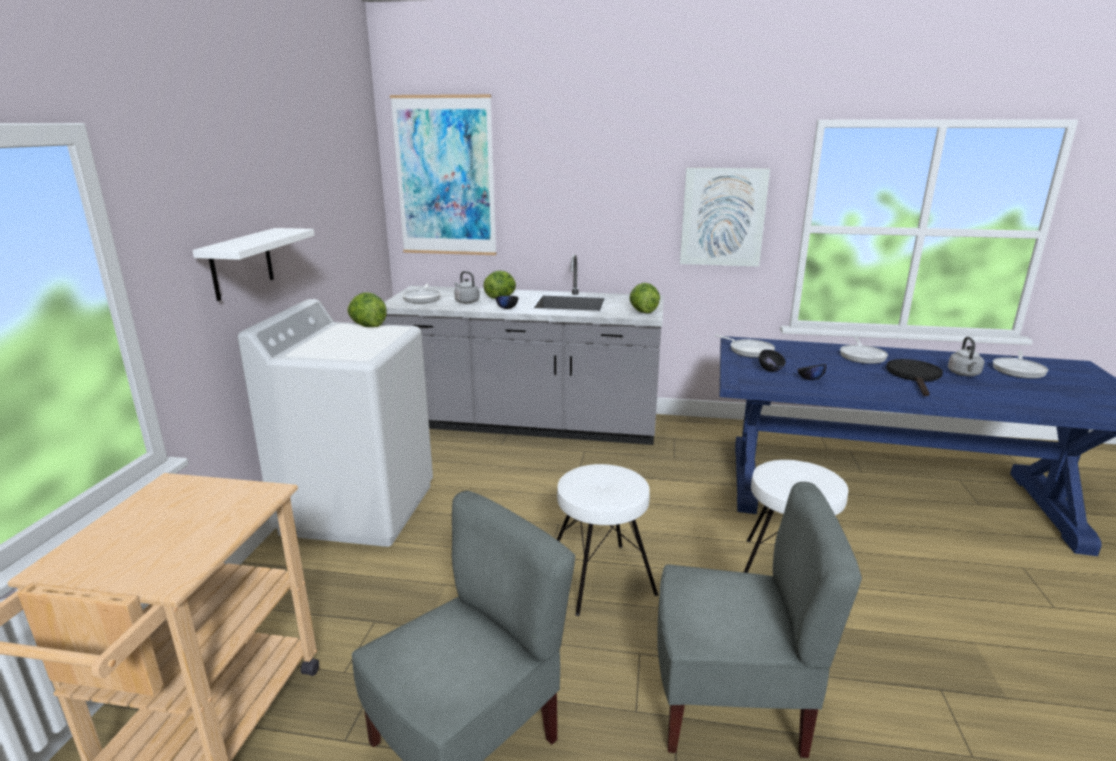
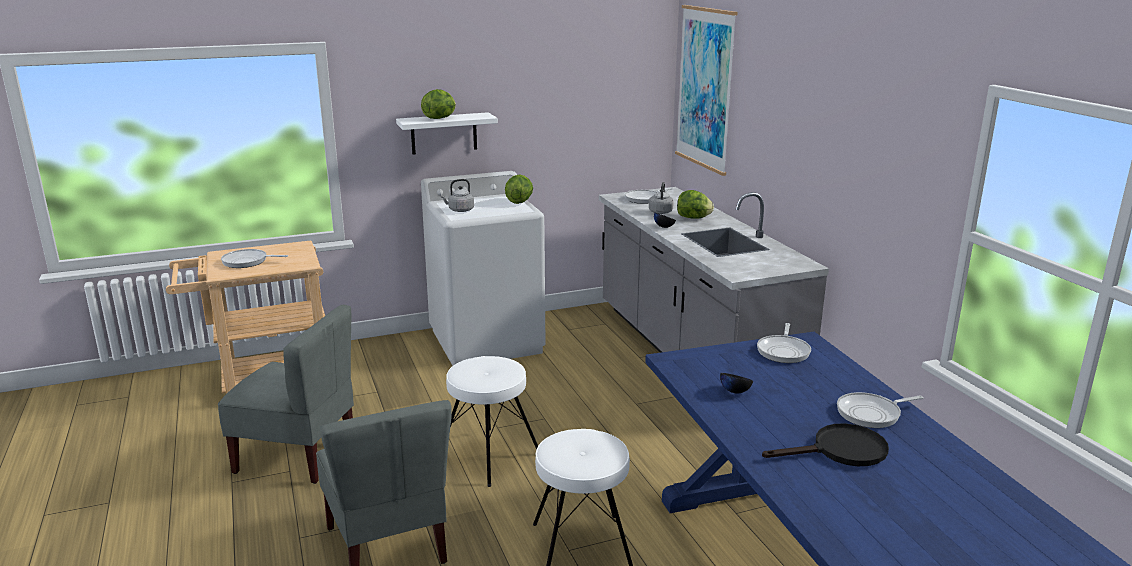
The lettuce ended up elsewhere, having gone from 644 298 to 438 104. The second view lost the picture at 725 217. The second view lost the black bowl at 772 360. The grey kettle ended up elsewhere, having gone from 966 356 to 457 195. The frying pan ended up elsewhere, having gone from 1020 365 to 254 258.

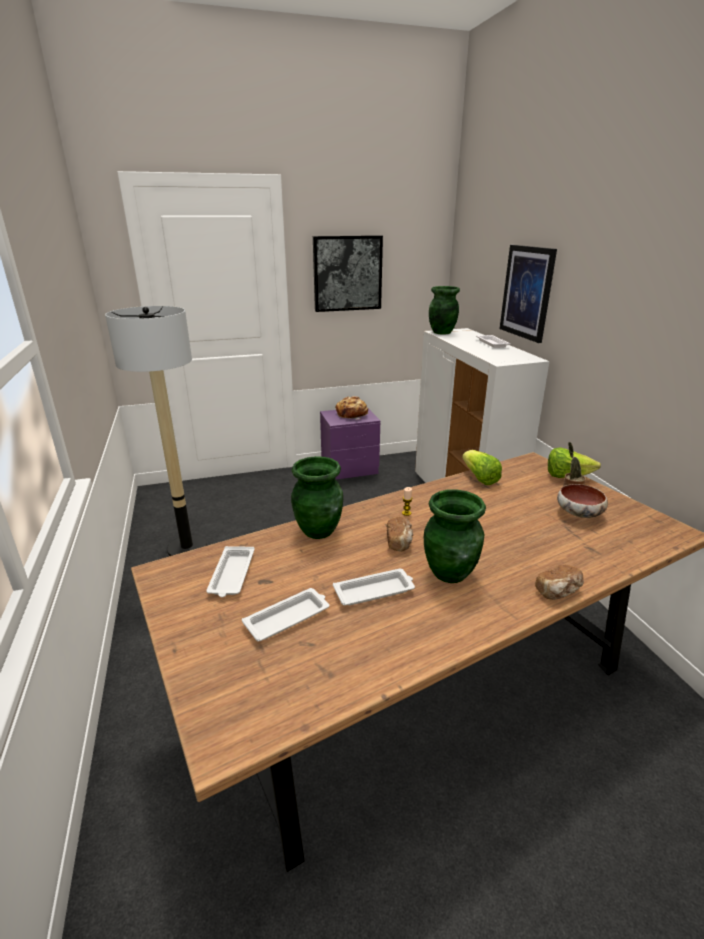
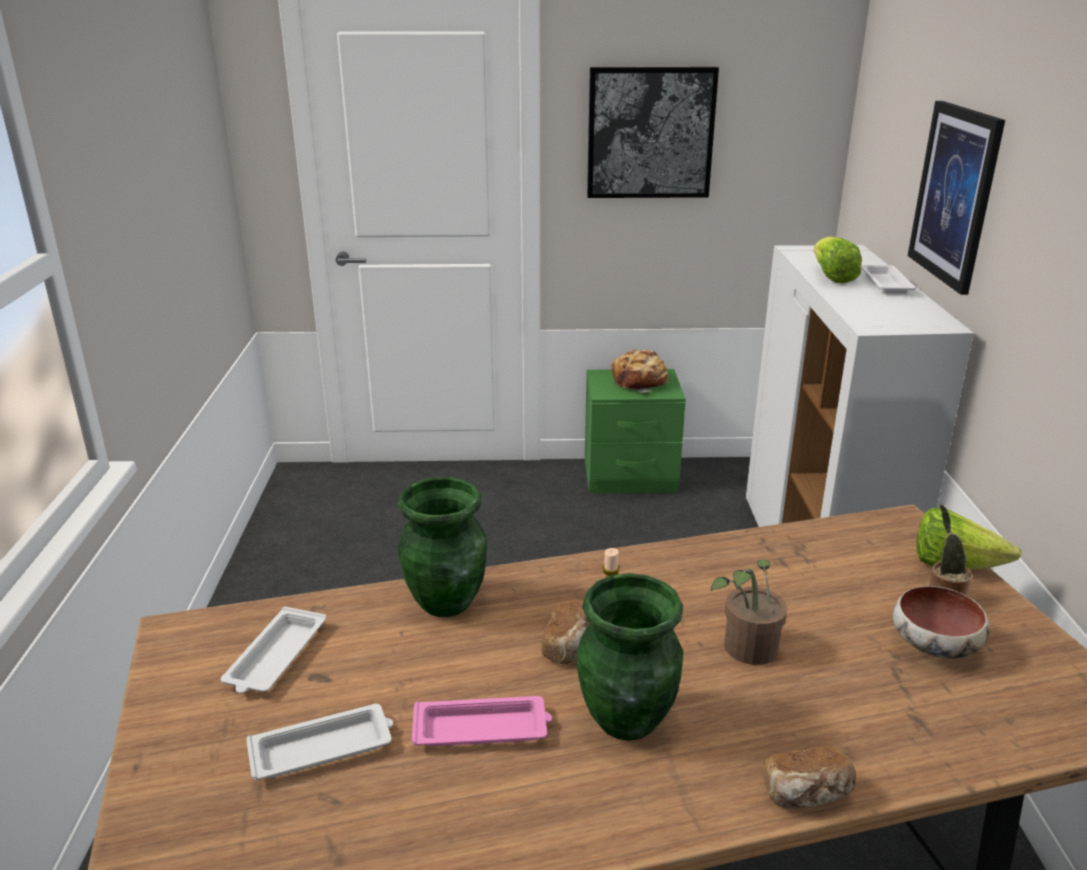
The second view lost the floor lamp at 156 431. What was the purple nightstand at 350 444 turned into the green nightstand at 635 431. What was the white tray at 374 587 turned into the pink tray at 482 721. The second view lost the green vase at 444 310. The lettuce ended up elsewhere, having gone from 482 467 to 838 260. The second view gained the potted plant at 749 612.

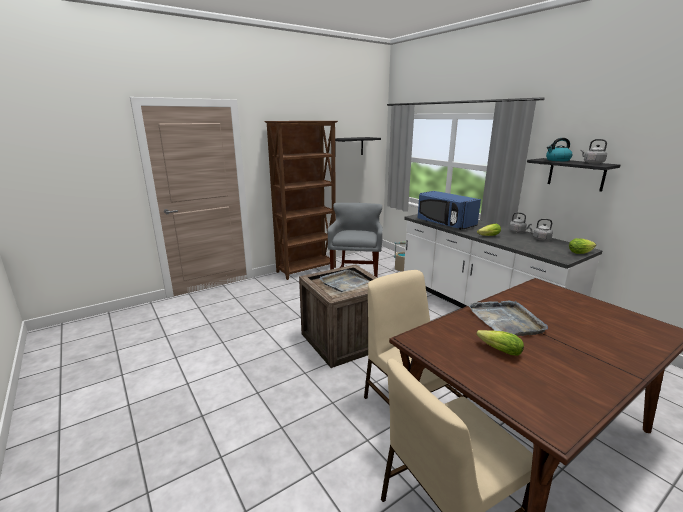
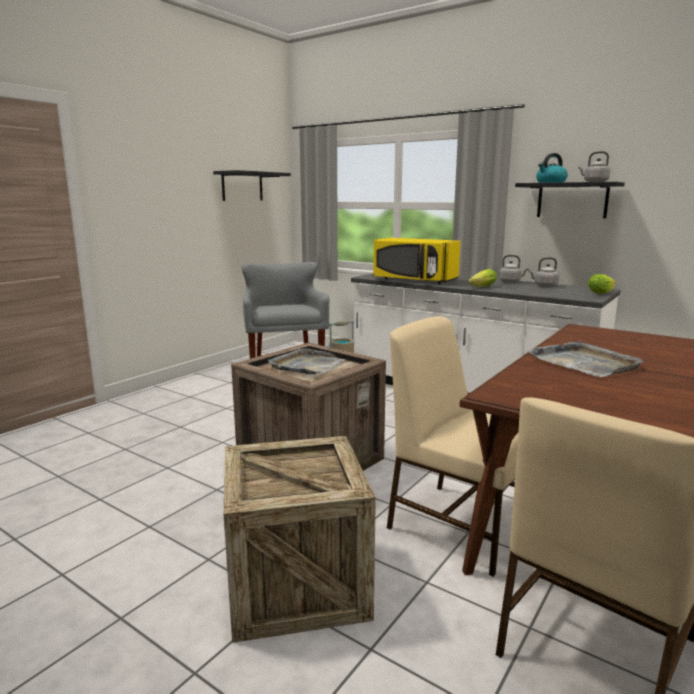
The second view lost the brown bookcase at 301 200. What was the blue microwave at 449 210 turned into the yellow microwave at 417 261. The second view lost the lettuce at 500 343. The second view gained the crate at 299 539.

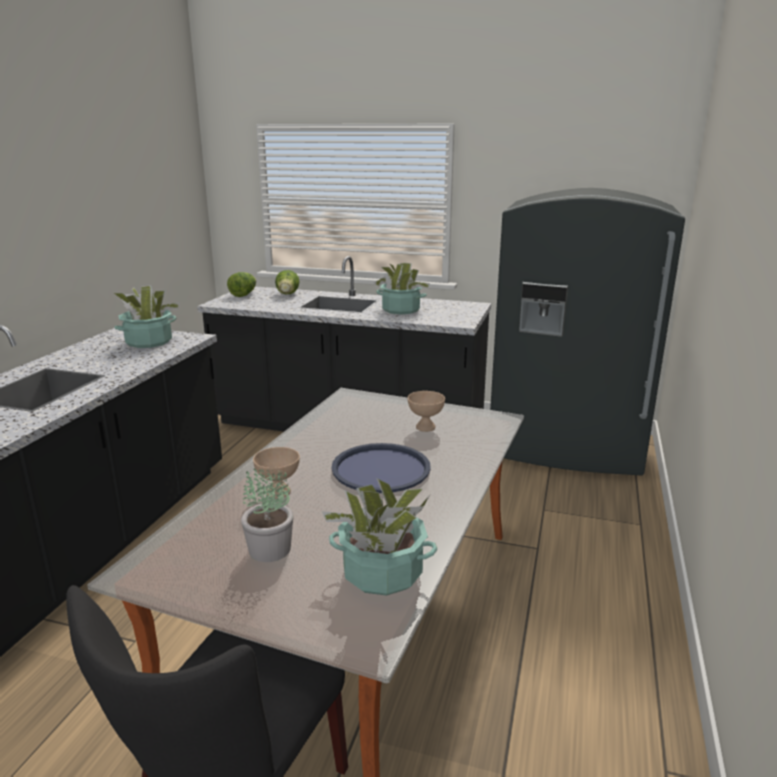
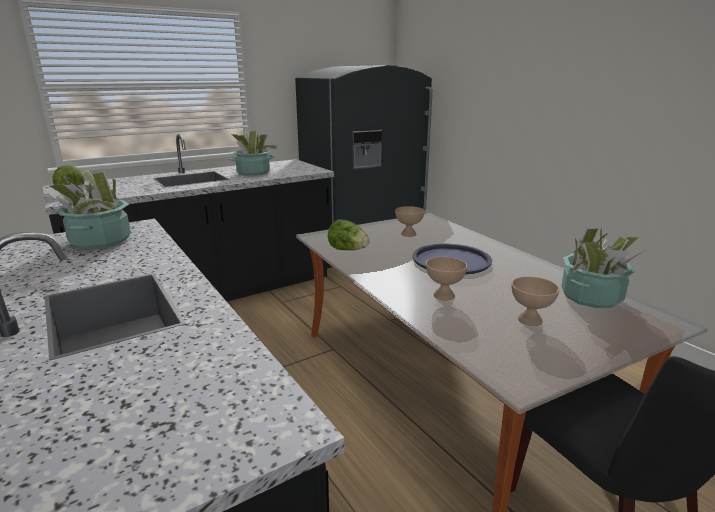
Where the potted plant stood at 267 515, the beige bowl came to stand at 535 301. The lettuce ended up elsewhere, having gone from 287 282 to 349 234.

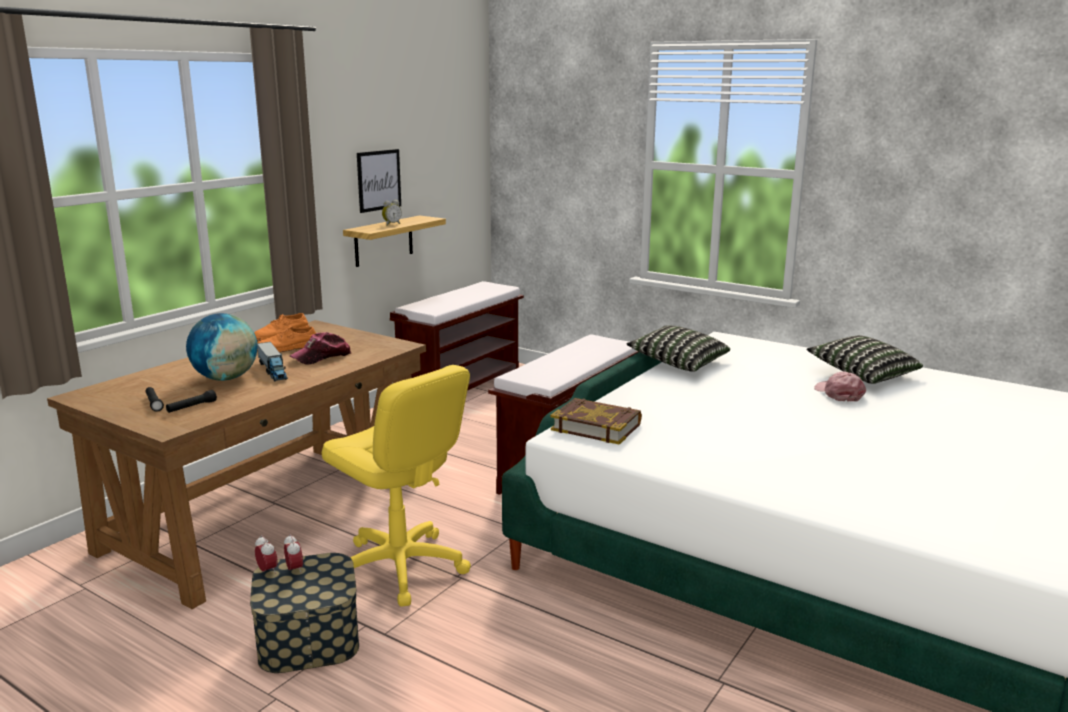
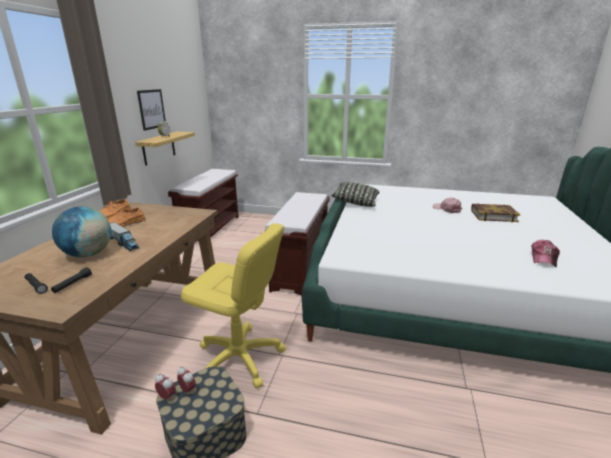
The cap ended up elsewhere, having gone from 321 348 to 545 253. The book ended up elsewhere, having gone from 596 421 to 496 212. The second view lost the pillow at 864 359.

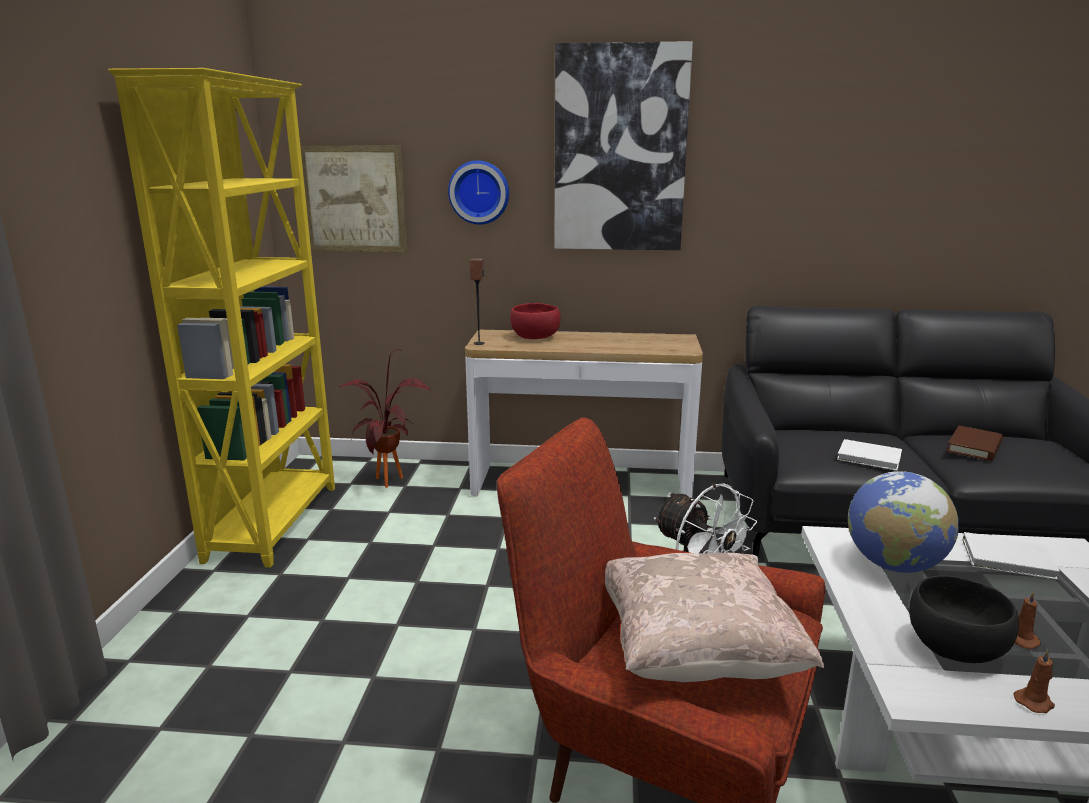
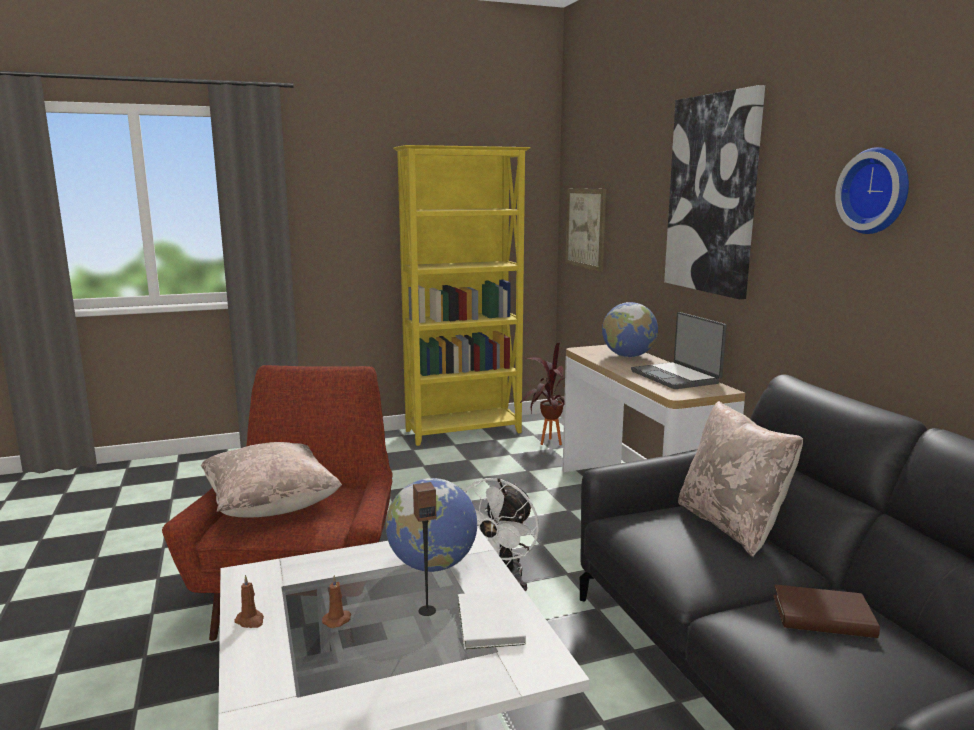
The wall clock ended up elsewhere, having gone from 478 192 to 872 190. The speaker ended up elsewhere, having gone from 477 301 to 424 549. Where the red bowl stood at 535 321, the globe came to stand at 630 329. The second view lost the white book at 869 455. The second view lost the black bowl at 964 619. The second view gained the laptop at 679 350. The second view gained the beige pillow at 740 479.

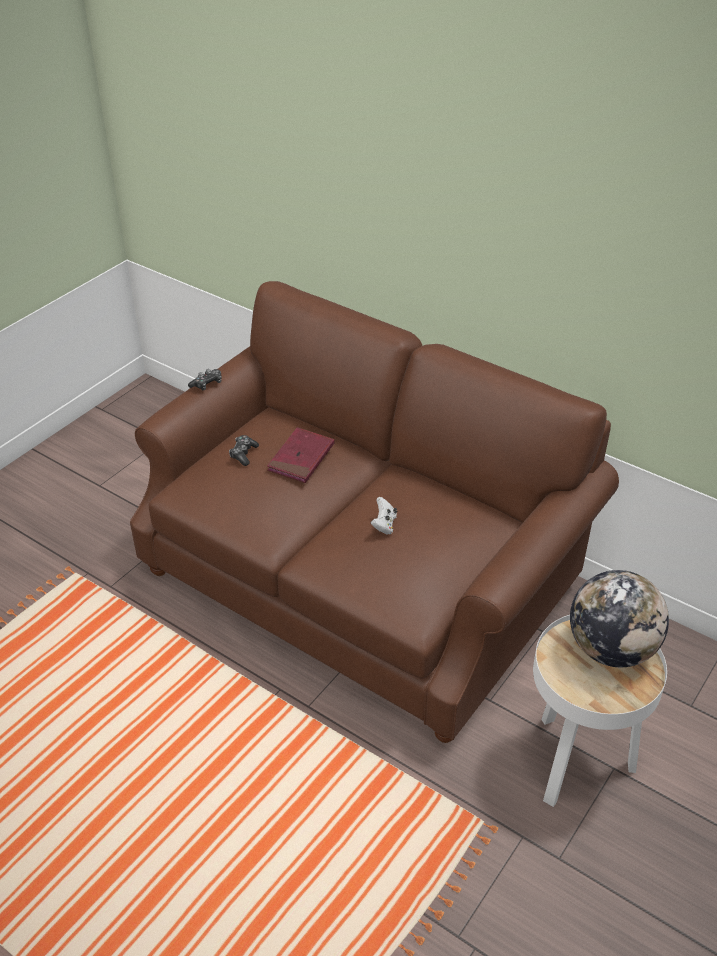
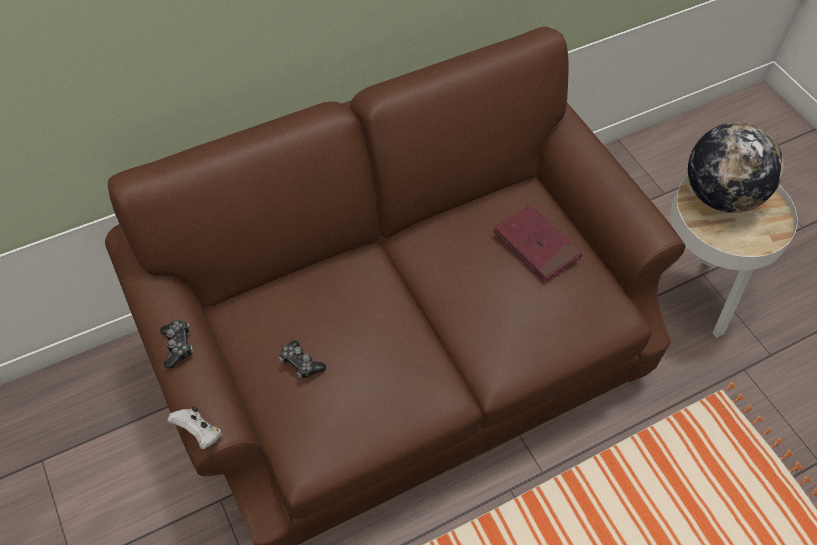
The red book ended up elsewhere, having gone from 301 455 to 537 244. The white game controller ended up elsewhere, having gone from 384 516 to 195 428.

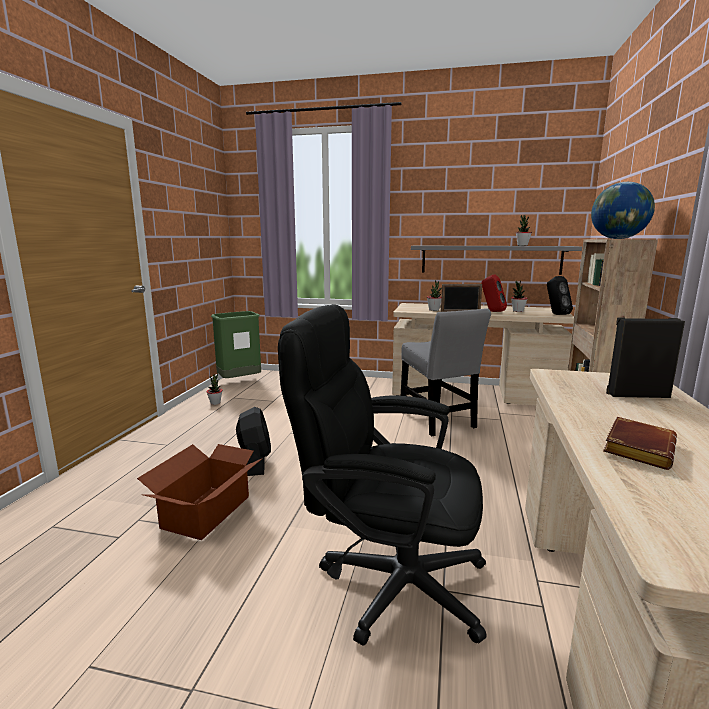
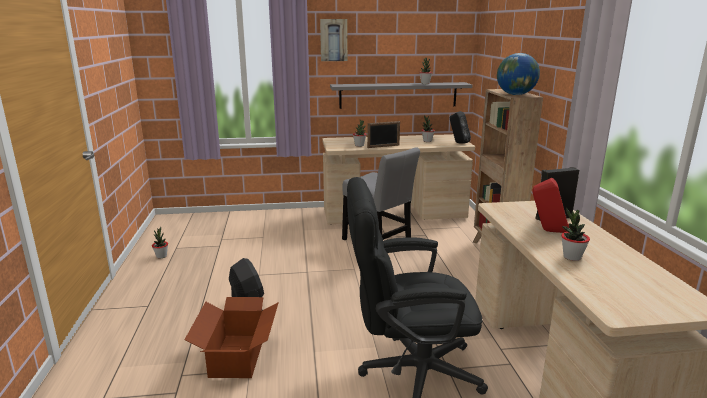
The second view lost the green trash can at 236 344. The red speaker ended up elsewhere, having gone from 494 293 to 550 205. Where the brown book stood at 640 443, the potted plant came to stand at 575 234. The second view gained the picture at 334 40.

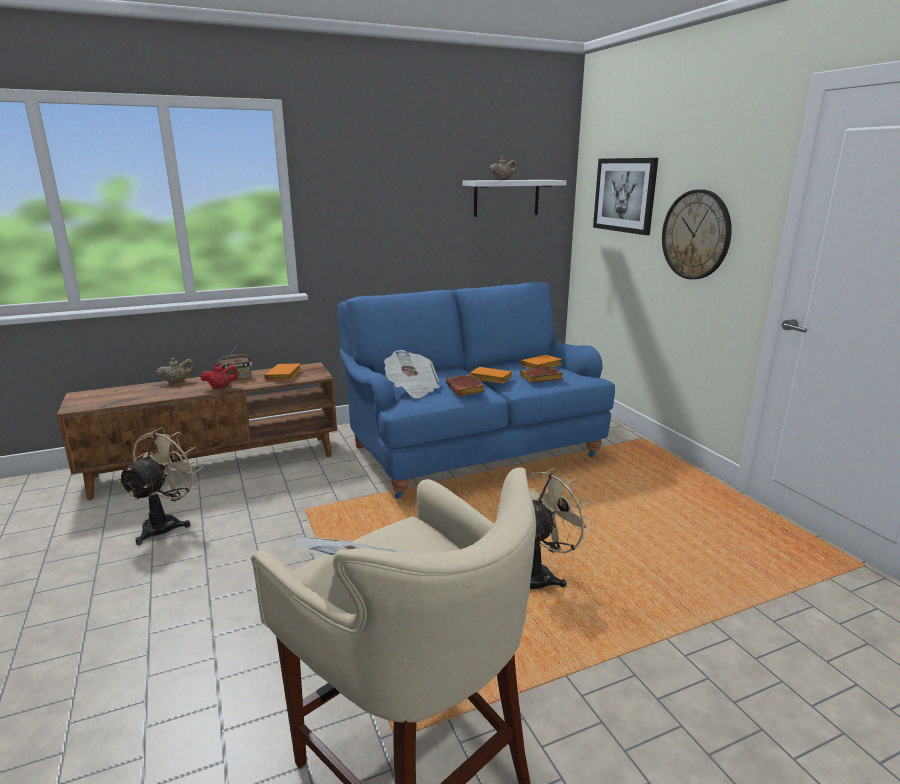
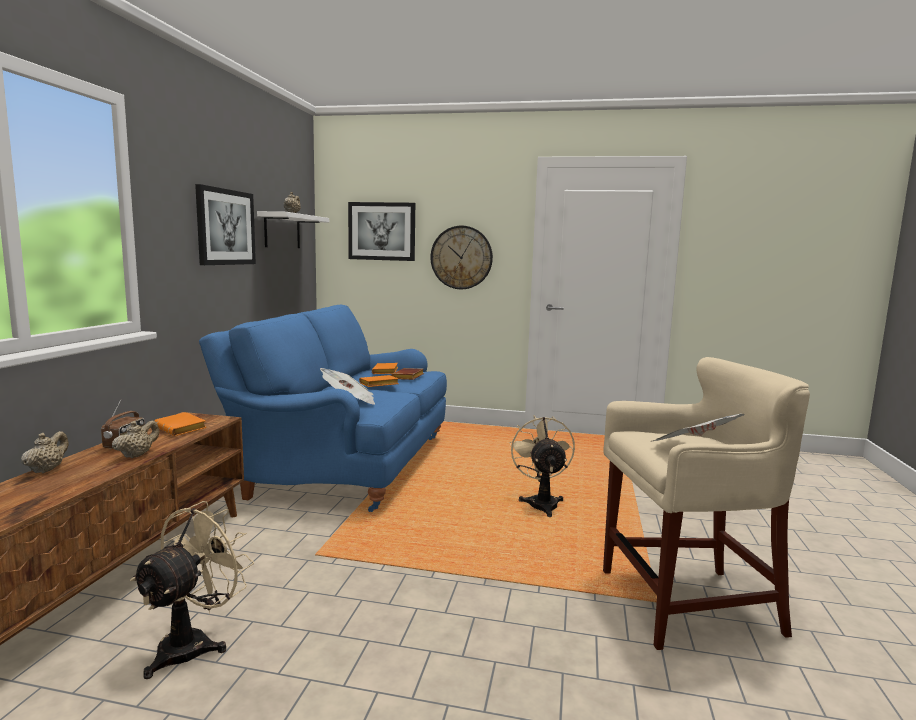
The beige fan at 160 486 ended up facing another way, 60 degrees clockwise from before. What was the red teapot at 219 376 turned into the beige teapot at 136 439. The second view lost the brown book at 465 385. The second view gained the picture at 225 224.

